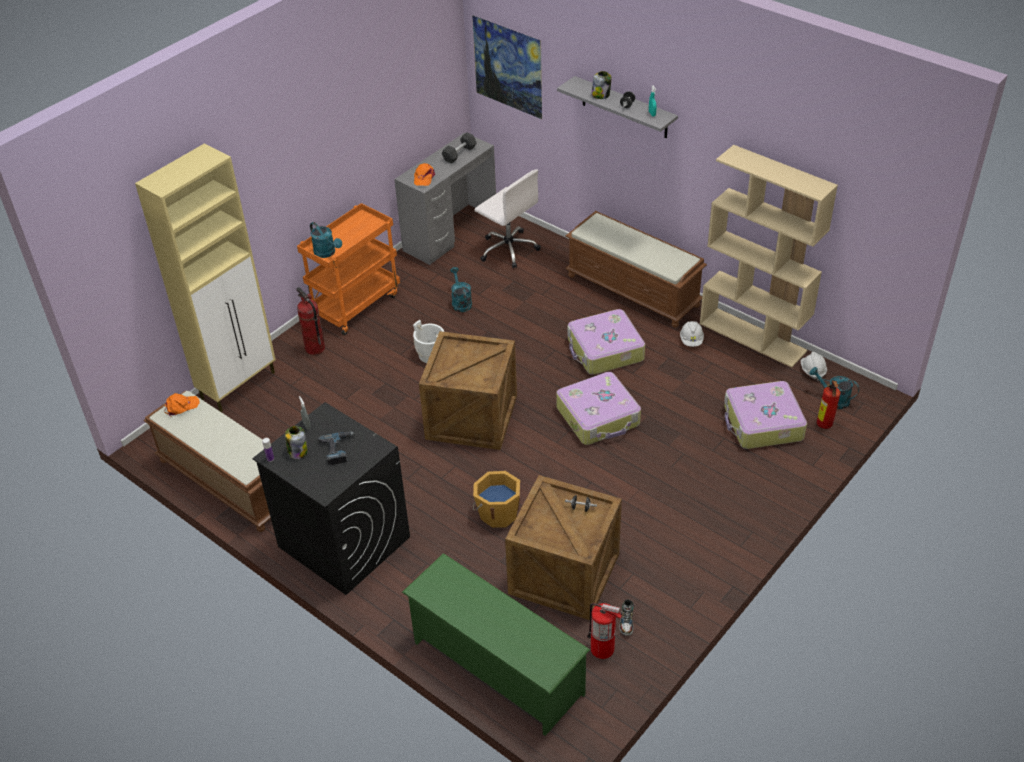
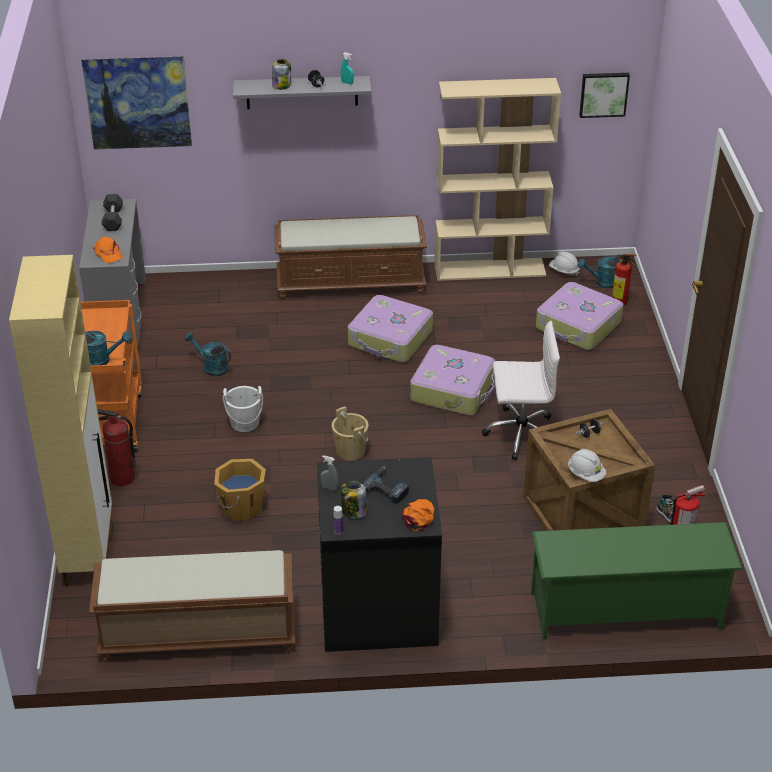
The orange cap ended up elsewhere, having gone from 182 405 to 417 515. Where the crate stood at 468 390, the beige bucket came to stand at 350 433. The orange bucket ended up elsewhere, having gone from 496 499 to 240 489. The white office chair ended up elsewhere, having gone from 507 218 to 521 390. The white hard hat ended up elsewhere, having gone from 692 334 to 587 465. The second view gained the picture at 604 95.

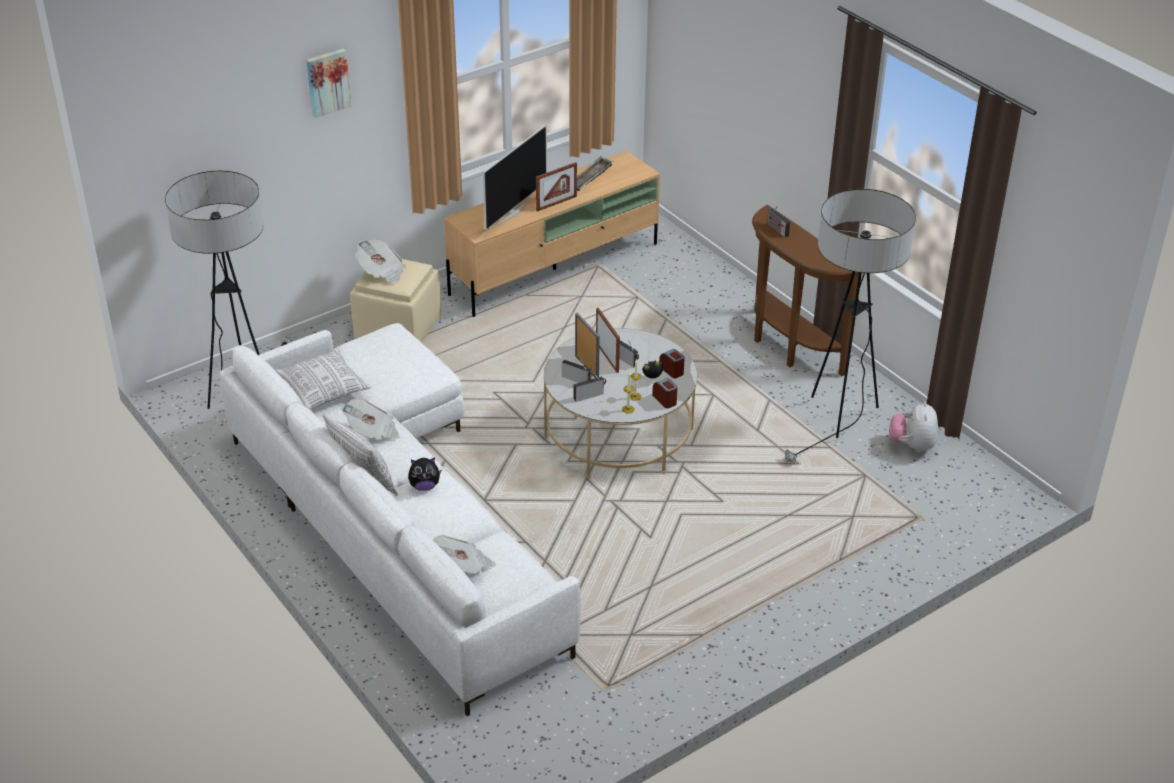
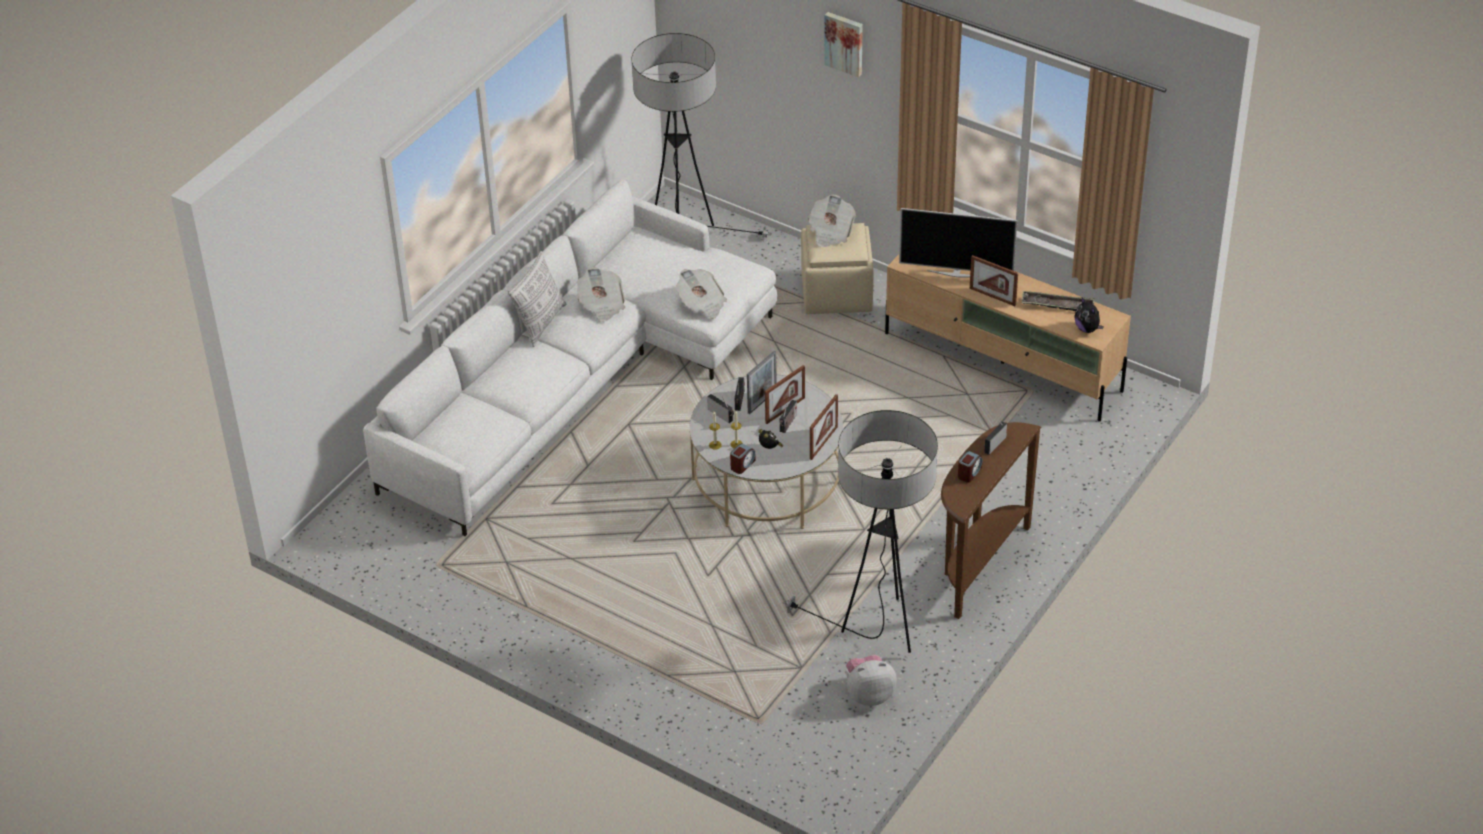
The second view lost the pillow at 323 379. The plush toy ended up elsewhere, having gone from 425 474 to 1089 315. The newspaper ended up elsewhere, having gone from 464 554 to 701 294. The alarm clock ended up elsewhere, having gone from 672 363 to 970 467. The second view gained the picture frame at 824 427.

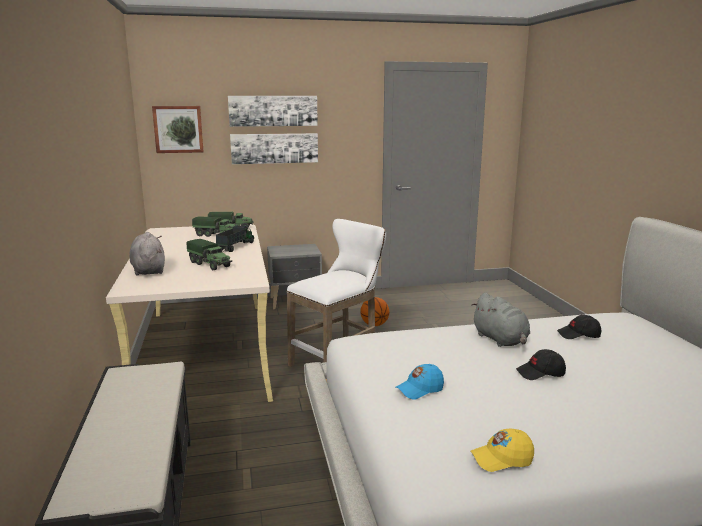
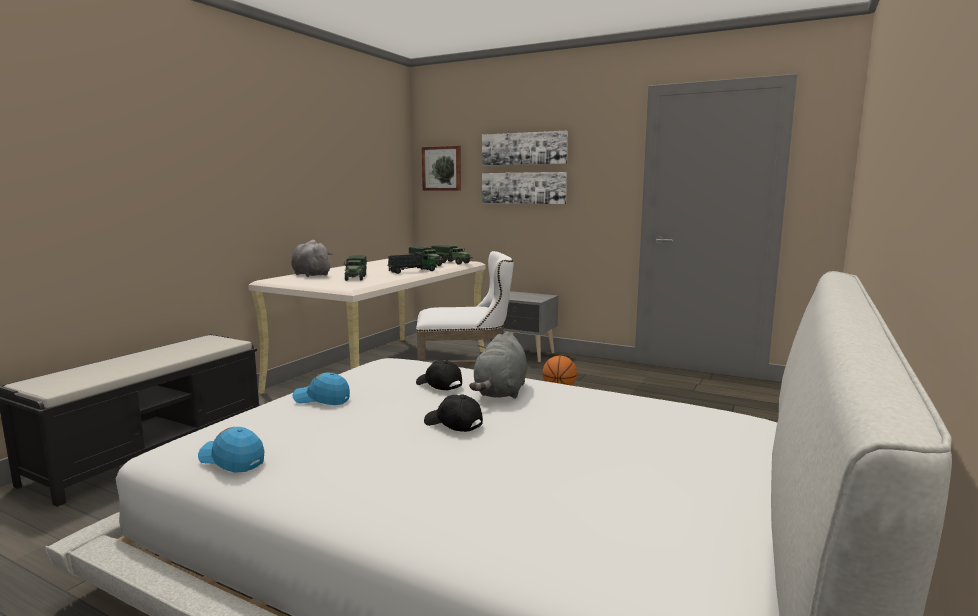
The grey plush toy at 147 253 ended up facing another way, 60 degrees counterclockwise from before. What was the yellow cap at 502 450 turned into the blue cap at 231 449. The black cap ended up elsewhere, having gone from 579 327 to 439 375.

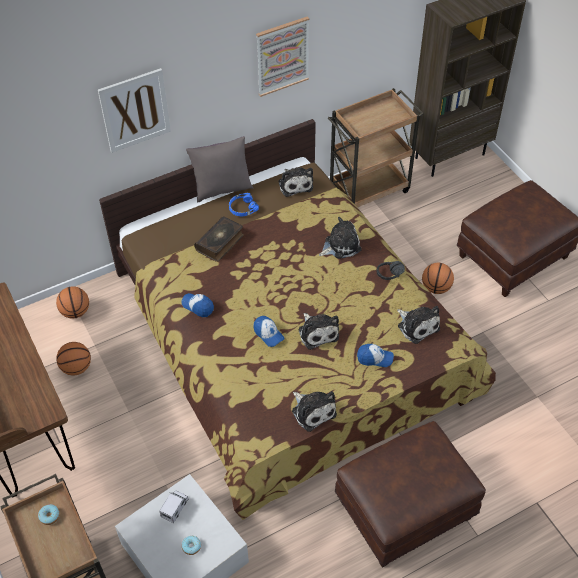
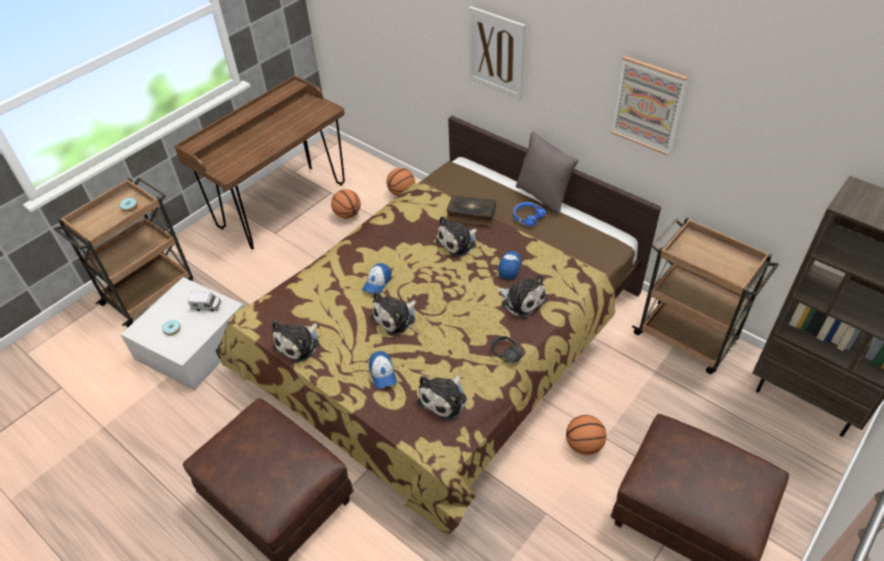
The cap ended up elsewhere, having gone from 197 305 to 509 265. The plush toy ended up elsewhere, having gone from 295 182 to 456 236.

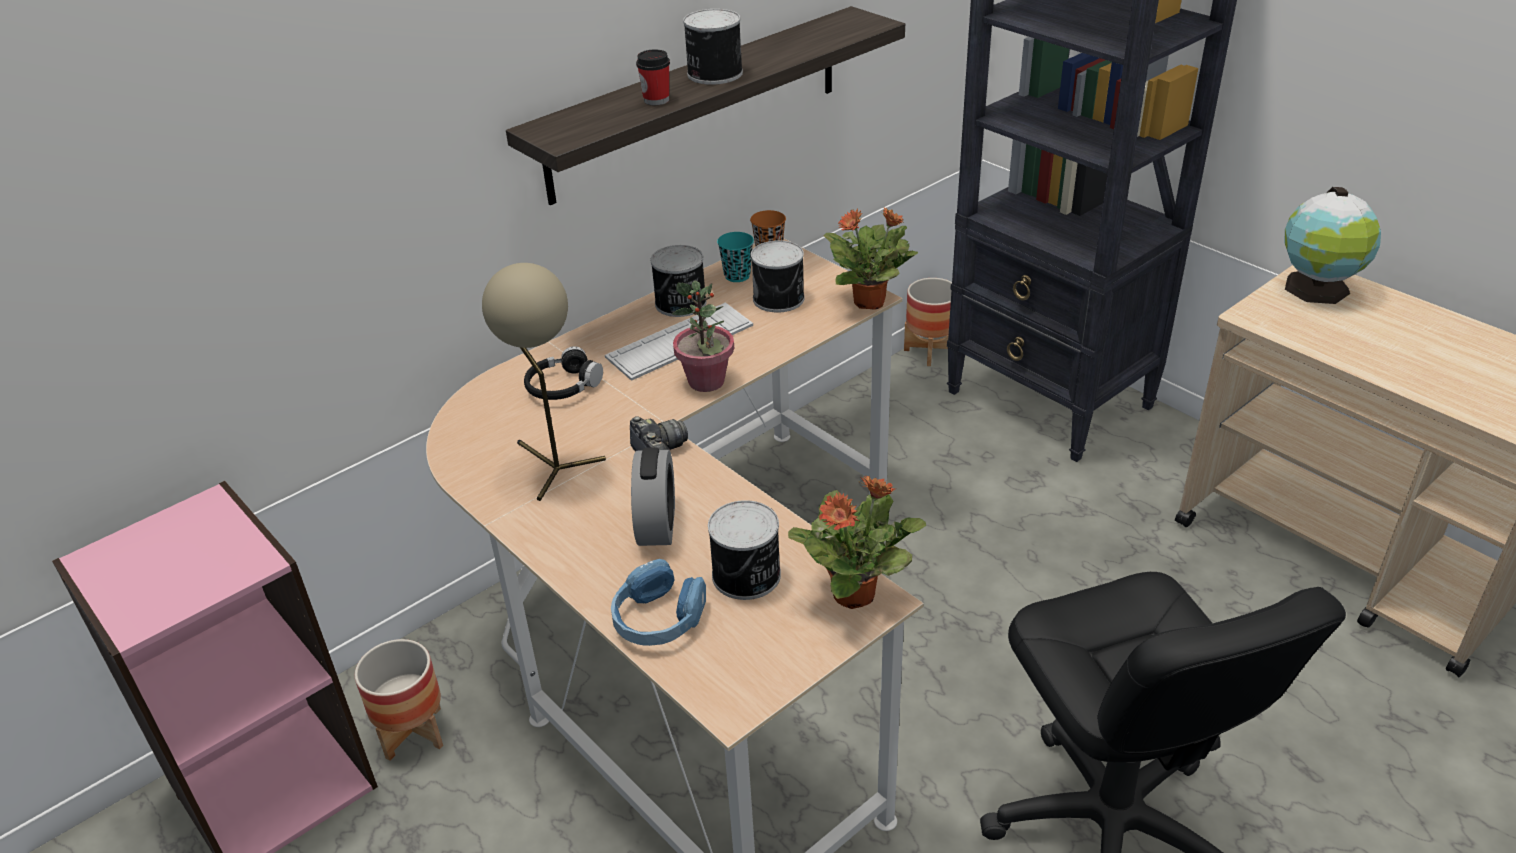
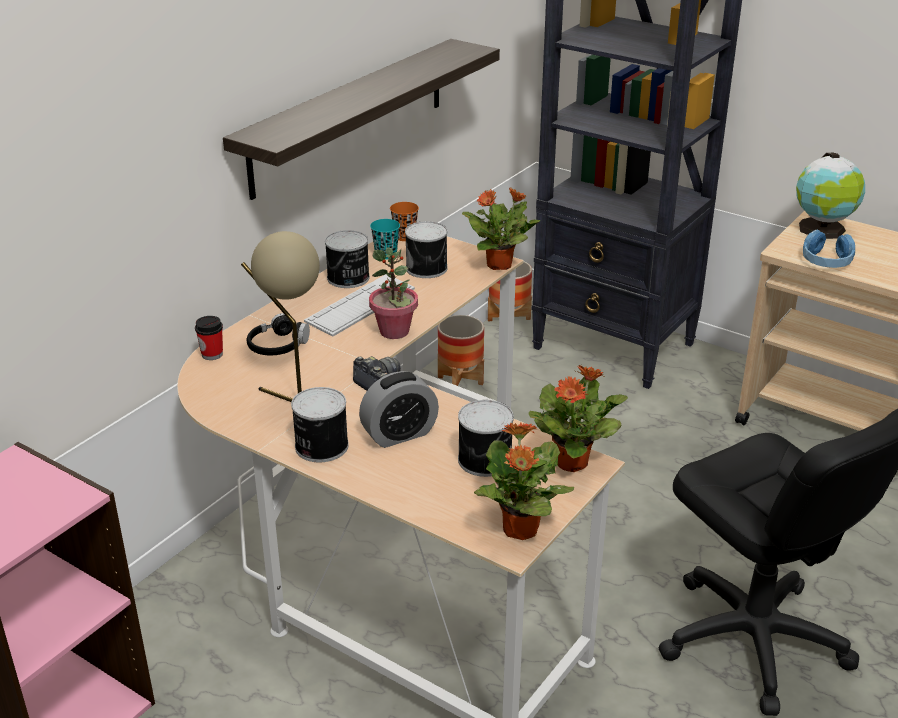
The planter ended up elsewhere, having gone from 399 700 to 461 350. The blue headphones ended up elsewhere, having gone from 658 602 to 829 248. The alarm clock at 653 496 ended up facing another way, 75 degrees clockwise from before. The cup ended up elsewhere, having gone from 653 77 to 209 338. The can ended up elsewhere, having gone from 713 47 to 320 424. The second view gained the potted plant at 524 481.

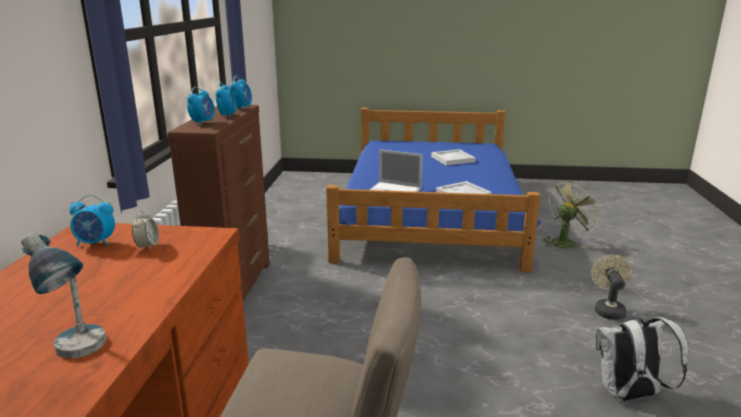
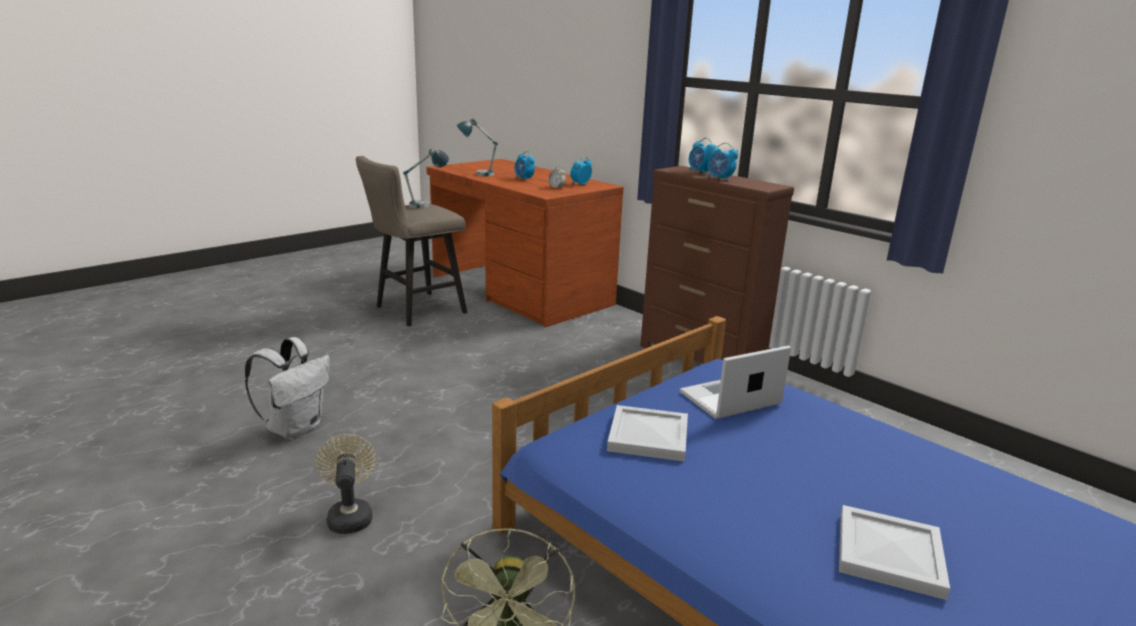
The alarm clock ended up elsewhere, having gone from 241 93 to 524 166. The beige fan at 611 287 ended up facing another way, 150 degrees counterclockwise from before. The second view gained the table lamp at 426 177.

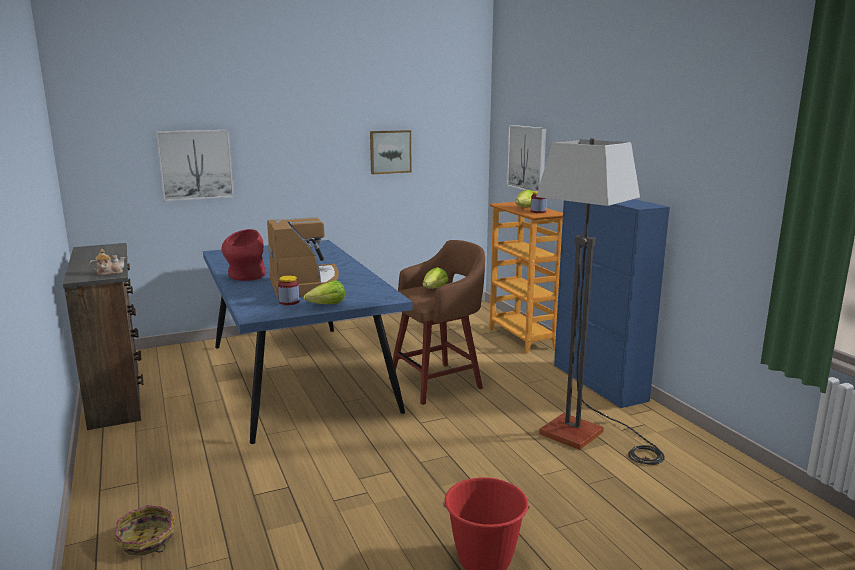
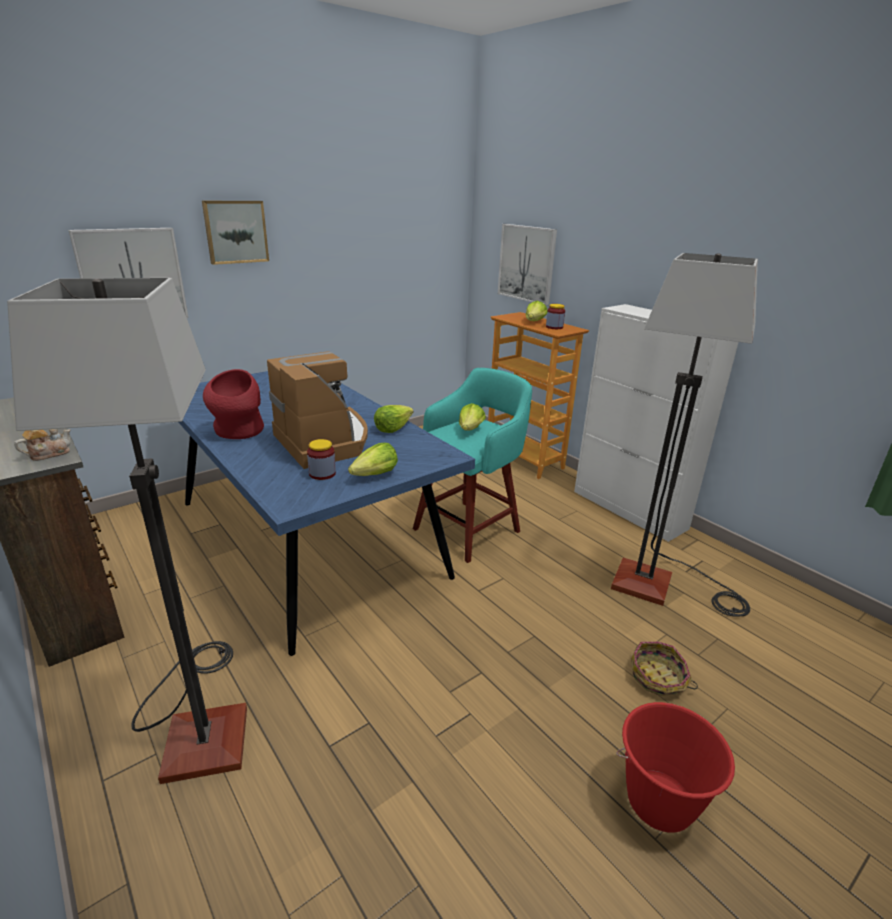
The basket ended up elsewhere, having gone from 144 530 to 664 669. The picture ended up elsewhere, having gone from 390 152 to 235 233. What was the brown stool at 437 322 turned into the turquoise stool at 472 465. What was the blue cabinet at 612 303 turned into the white cabinet at 656 423. The second view gained the floor lamp at 127 531. The second view gained the lettuce at 394 419.

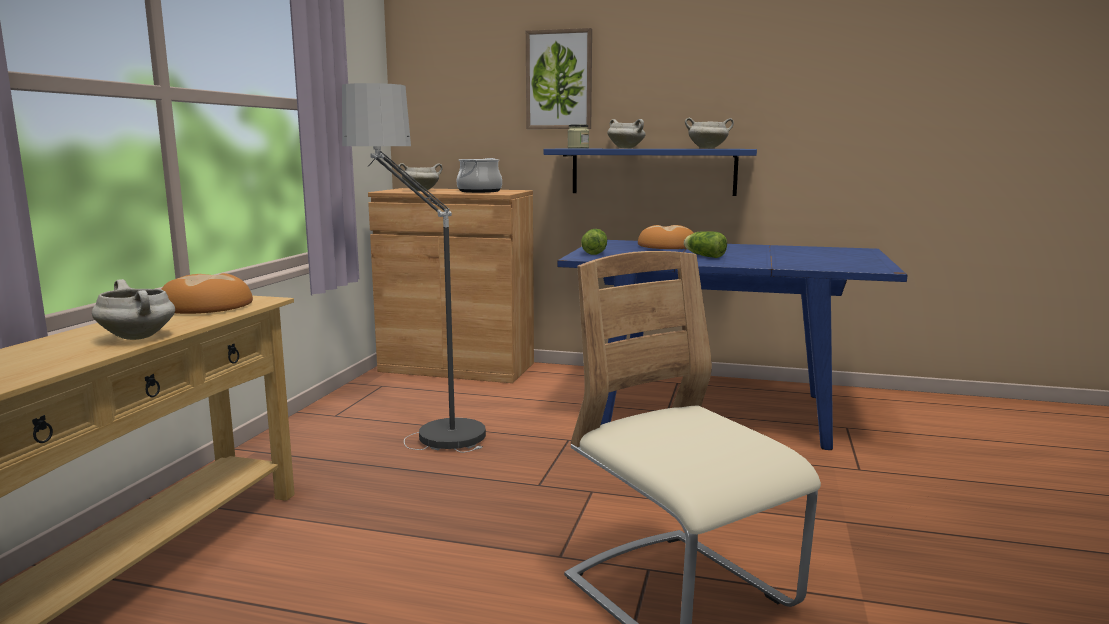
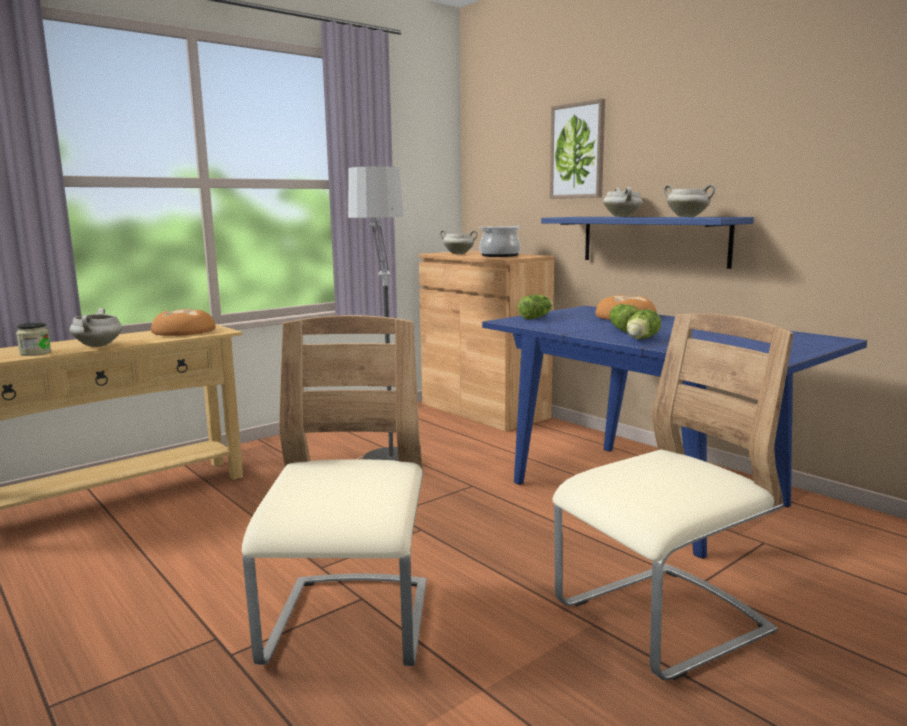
The jar ended up elsewhere, having gone from 578 136 to 33 339. The second view gained the beige chair at 673 497. The second view gained the lettuce at 643 324.

